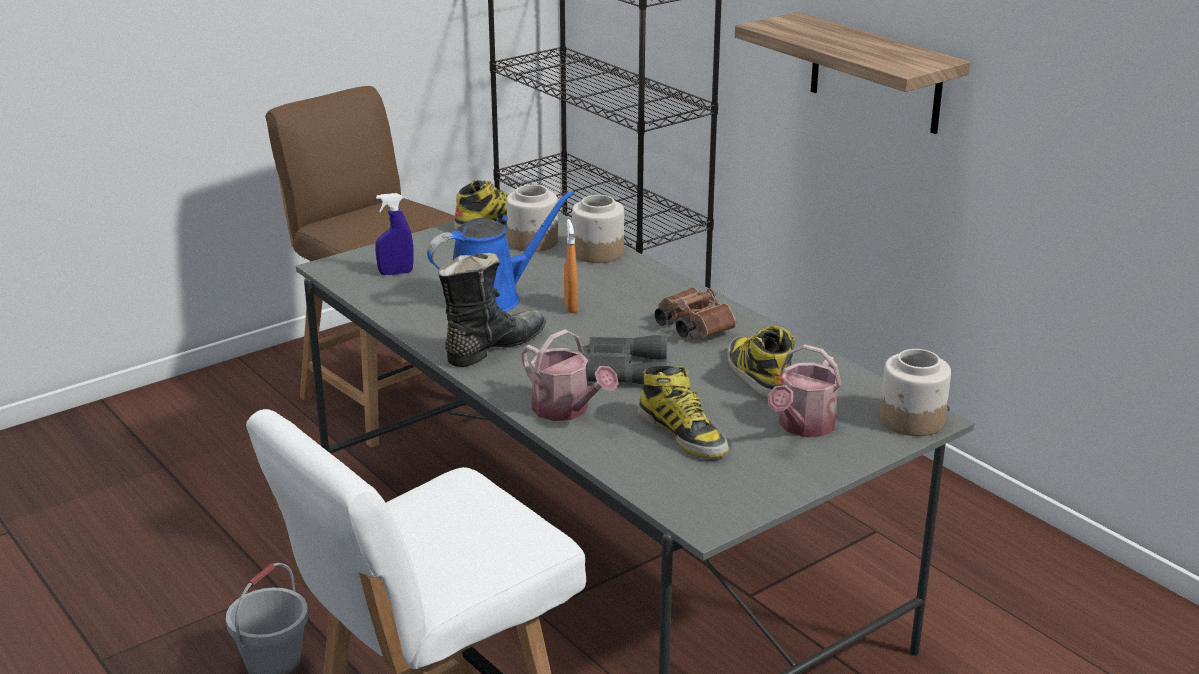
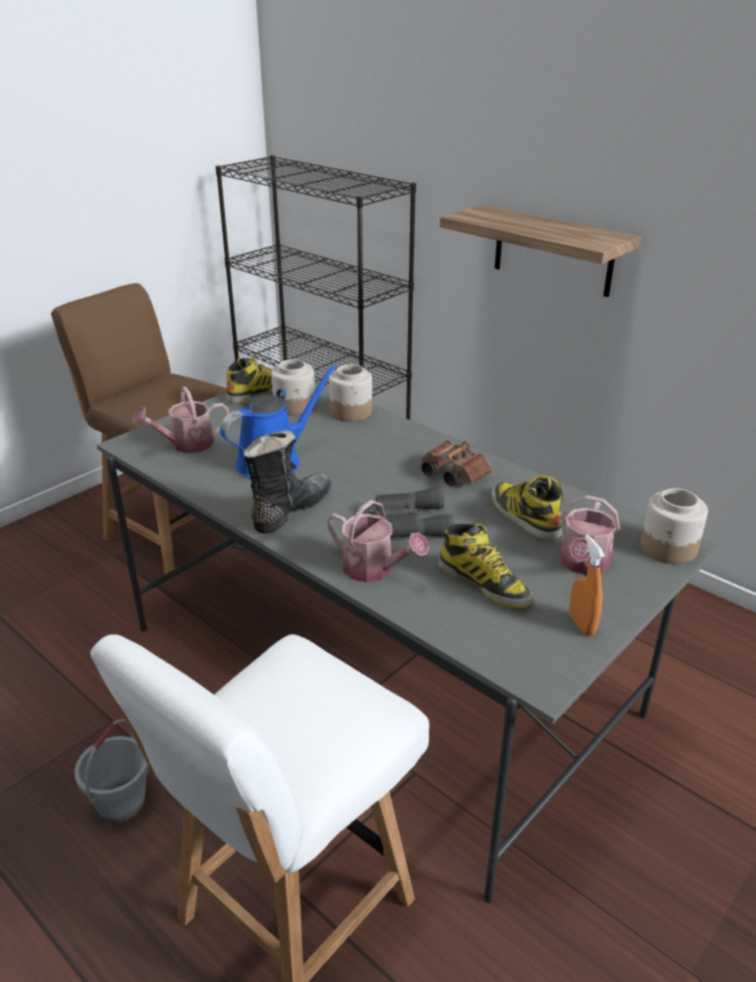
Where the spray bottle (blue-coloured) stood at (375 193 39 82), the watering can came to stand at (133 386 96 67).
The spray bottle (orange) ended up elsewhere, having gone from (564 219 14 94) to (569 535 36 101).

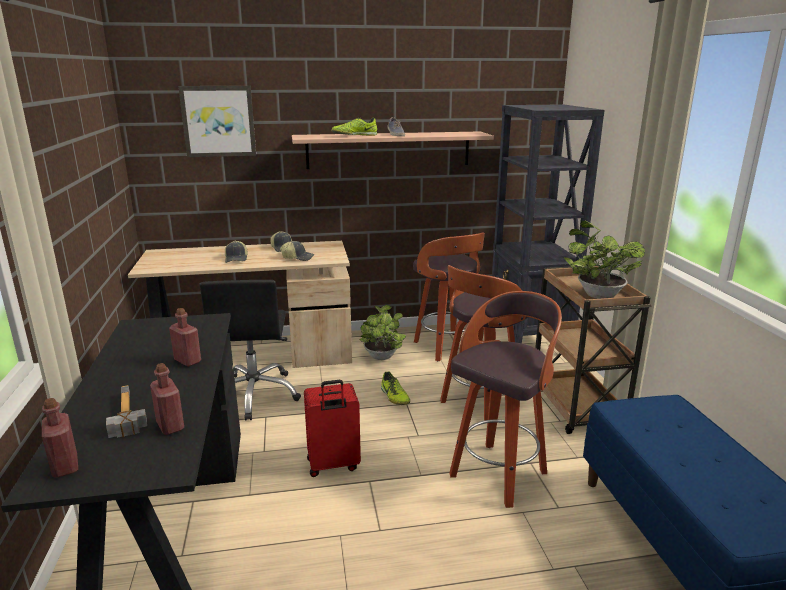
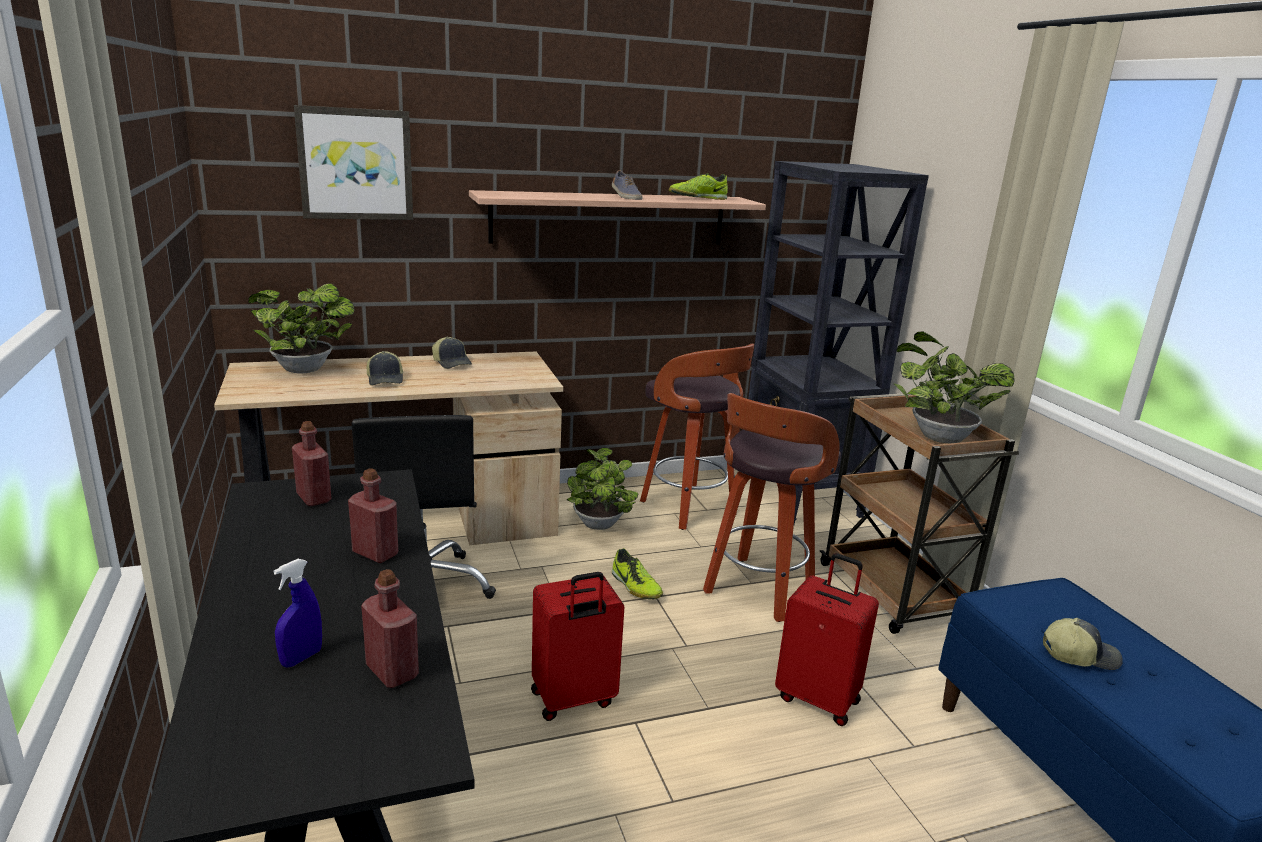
The bottle (red) ended up elsewhere, having gone from (42 398 36 80) to (292 421 40 85).
Where the hand hammer stood at (106 385 41 53), the spray bottle (blue-coloured) came to stand at (273 559 49 108).
The peaked cap ended up elsewhere, having gone from (280 241 35 20) to (1043 618 80 52).
The low shoe ended up elsewhere, having gone from (331 118 46 18) to (669 173 59 27).
Where the sitting stool stood at (450 291 112 217), the piece of luggage (red) came to stand at (775 553 104 173).
The second view gained the houseplant at (248 283 106 91).

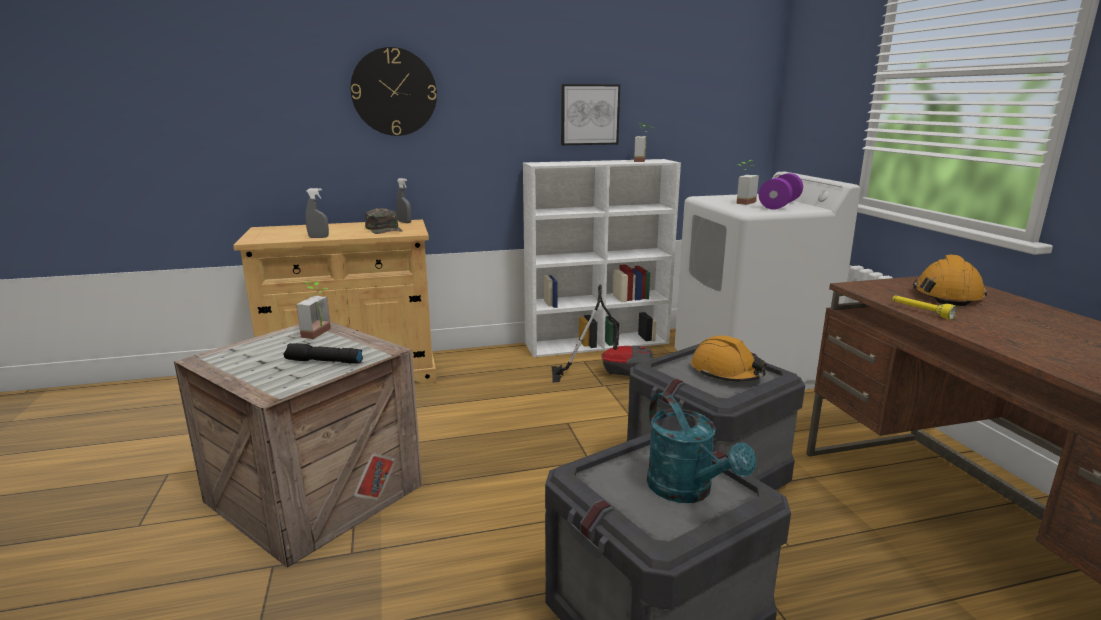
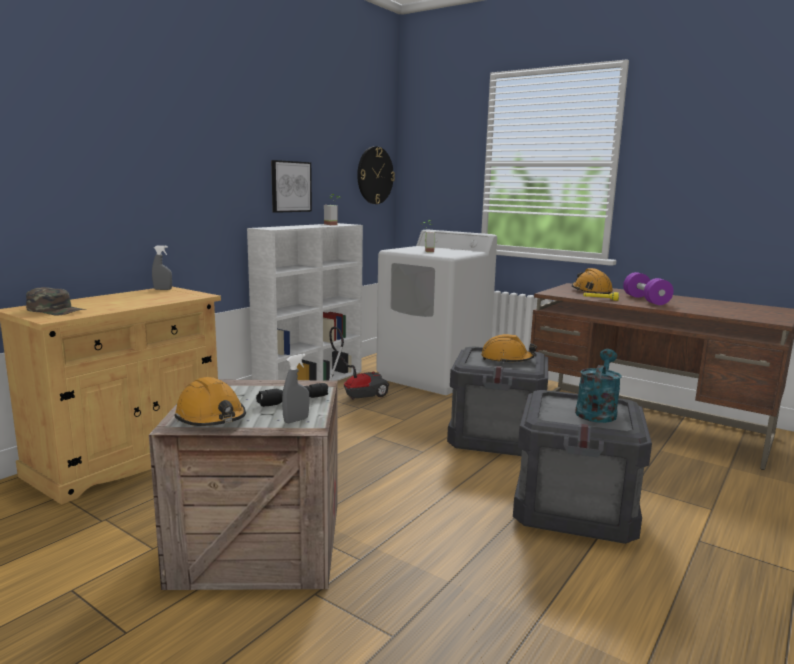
The second view lost the houseplant at (296 282 35 57).
The spray bottle (grey) ended up elsewhere, having gone from (305 188 24 50) to (282 354 28 69).
The clock on the wall ended up elsewhere, having gone from (350 47 87 89) to (357 146 38 58).
The peaked cap (green-coloured) ended up elsewhere, having gone from (365 208 38 26) to (26 287 60 29).
The watering can (blue-green) at (647 392 109 111) ended up facing another way, 90 degrees counterclockwise from before.
The hand weight (purple) ended up elsewhere, having gone from (759 173 44 37) to (623 272 51 33).
The second view gained the work helmet (orange) at (174 377 72 49).

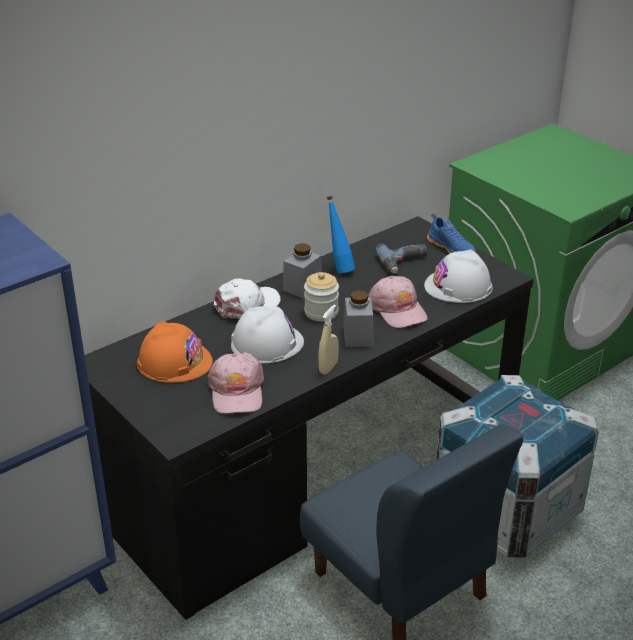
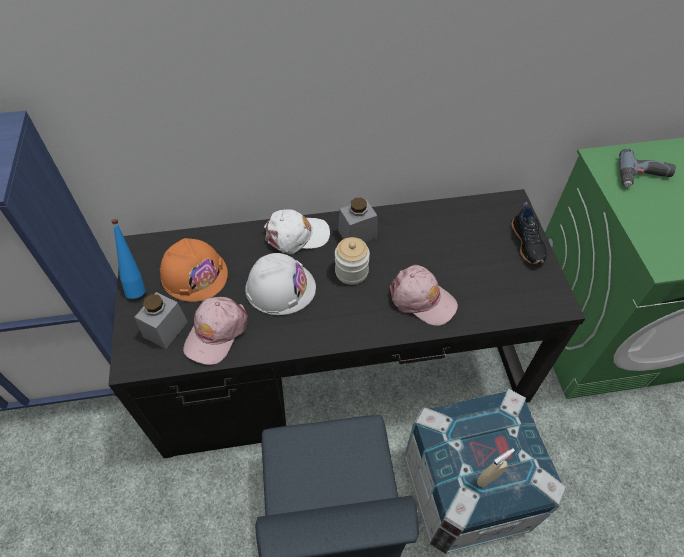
The spray bottle (beige) ended up elsewhere, having gone from (319 304 20 71) to (477 449 38 38).
The bottle (blue-coloured) ended up elsewhere, having gone from (327 196 28 77) to (111 219 34 80).
The preserve jar (grey) ended up elsewhere, having gone from (343 290 30 57) to (134 292 54 57).
The peaked cap (pink) at (368 276 60 52) ended up facing another way, 60 degrees counterclockwise from before.
The electric drill ended up elsewhere, having gone from (375 244 52 30) to (619 149 57 38).
The second view lost the work helmet (white) at (424 249 69 54).
What was the low shoe (blue-coloured) at (427 213 49 41) turned into the low shoe (blackish) at (512 202 35 62).

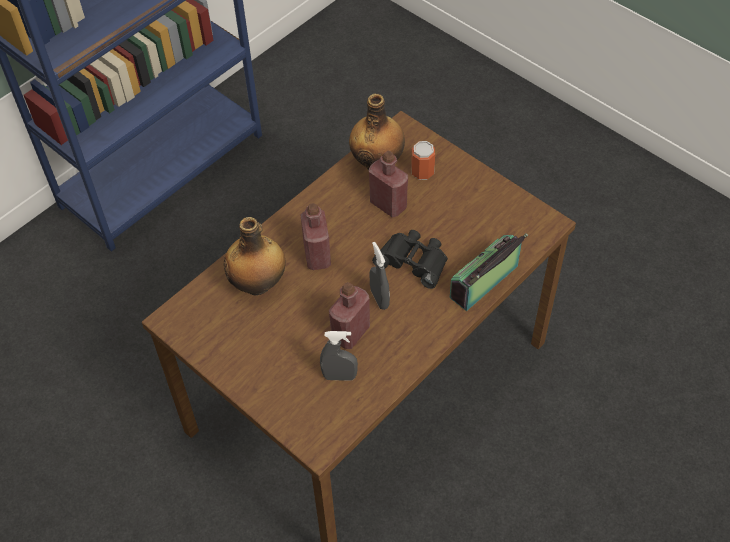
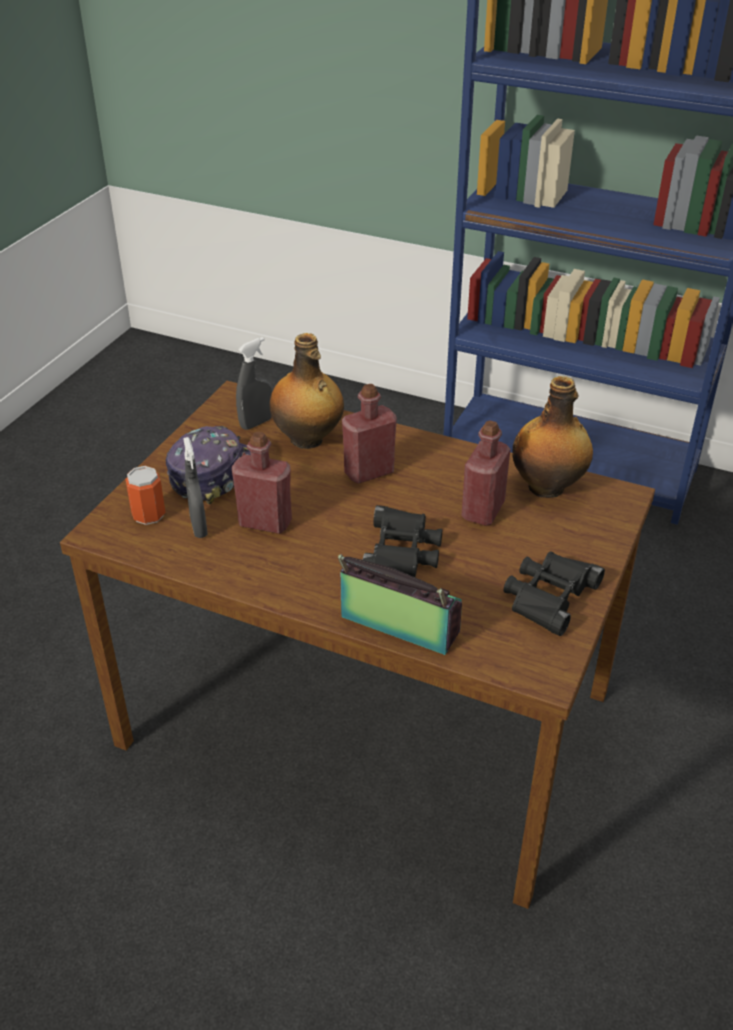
The spray bottle (grey) ended up elsewhere, having gone from (369 242 21 68) to (236 337 36 93).
The metal can ended up elsewhere, having gone from (411 141 24 39) to (125 466 41 59).
The second view gained the peaked cap at (166 426 85 78).
The second view gained the pair of binoculars (blackish) at (503 551 102 85).

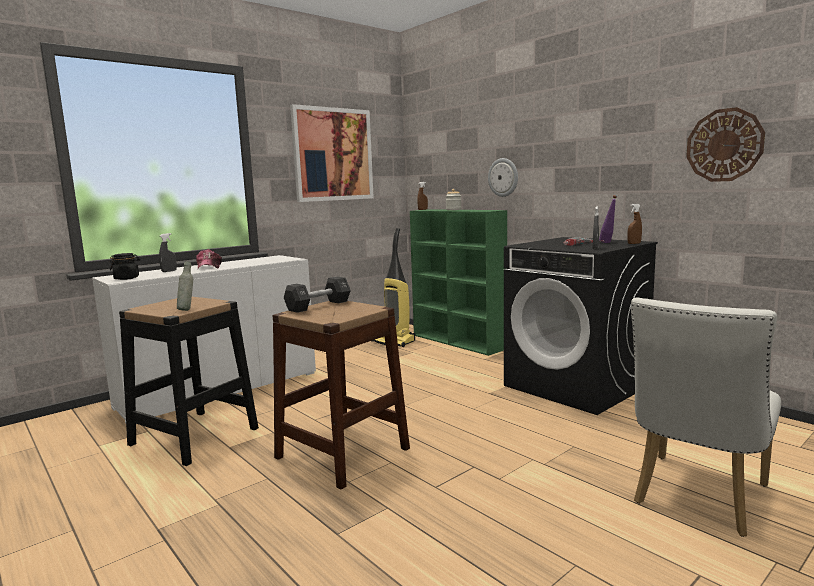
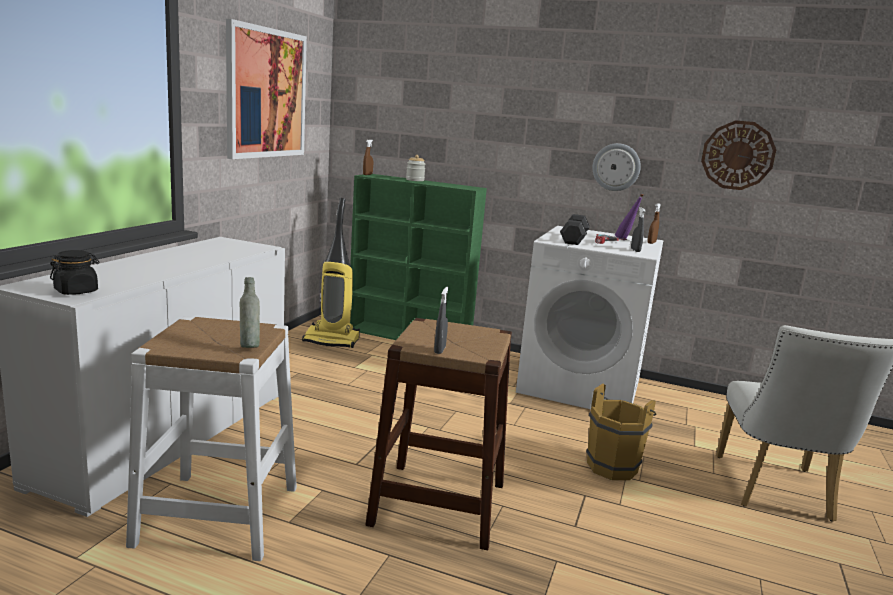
What was the sitting stool (blackish) at (119 297 140 169) turned into the sitting stool (white) at (126 316 171 245).
The spray bottle (grey) ended up elsewhere, having gone from (159 233 18 39) to (434 287 14 67).
The second view lost the peaked cap at (196 249 26 19).
The hand weight (blackish) ended up elsewhere, having gone from (284 276 67 37) to (560 214 30 31).
The clock on the wall ended up elsewhere, having gone from (488 158 30 39) to (592 143 49 48).
What was the washing machine (blackish) at (504 237 154 178) turned into the washing machine (white) at (516 226 148 183).
The second view gained the pail (brown) at (586 383 71 97).

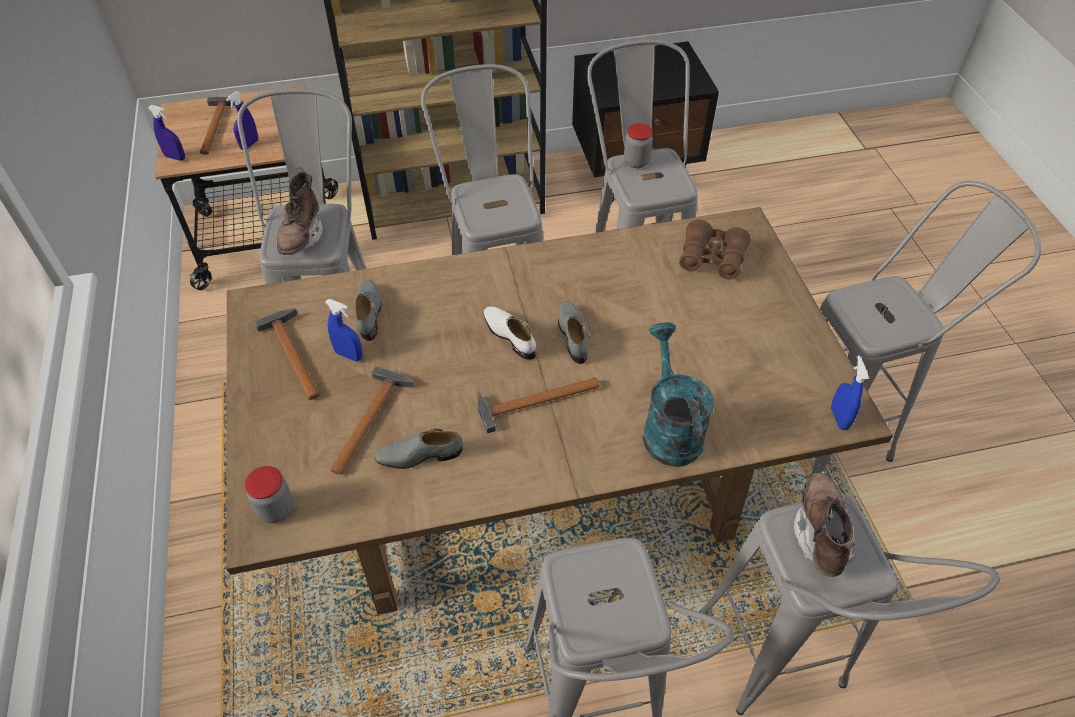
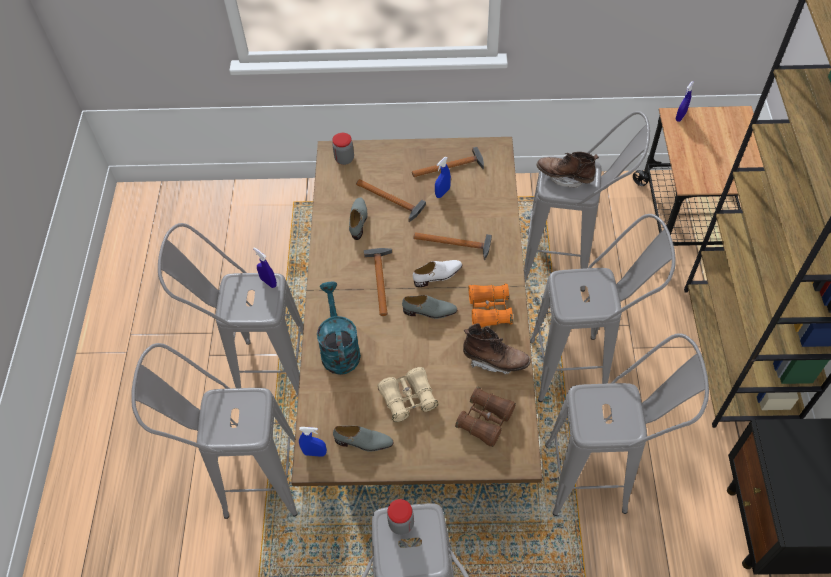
The hand hammer ended up elsewhere, having gone from (200 97 35 58) to (413 232 79 28).
The spray bottle (blue-coloured) ended up elsewhere, having gone from (226 91 32 59) to (253 247 24 41).
The low shoe (grey) ended up elsewhere, having gone from (355 280 27 61) to (333 426 60 26).
The preserve jar ended up elsewhere, having gone from (624 123 29 45) to (387 499 27 36).
The watering can (blue-green) at (643 322 71 145) ended up facing another way, 105 degrees counterclockwise from before.
The boot (brown) ended up elsewhere, having gone from (794 473 61 104) to (463 323 68 52).
The second view gained the pair of binoculars (beige) at (377 367 61 55).
The second view gained the pair of binoculars (orange) at (469 283 44 45).

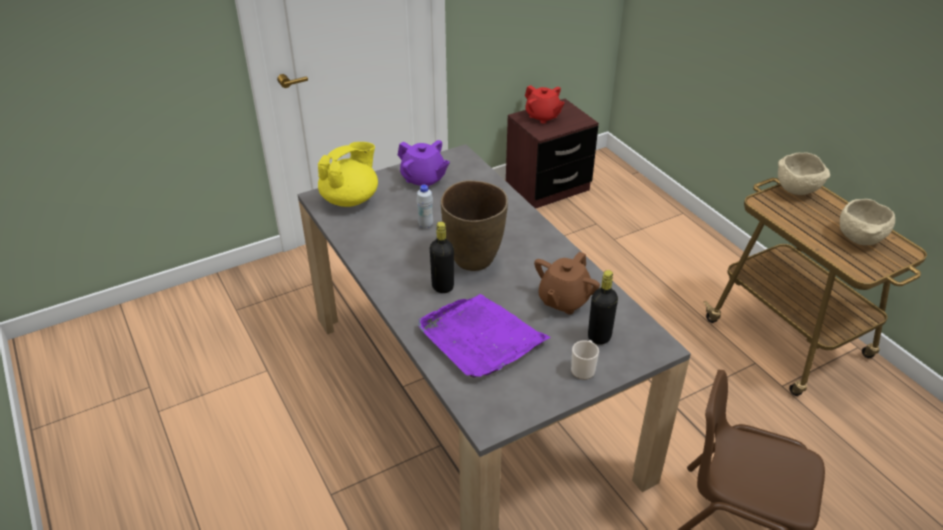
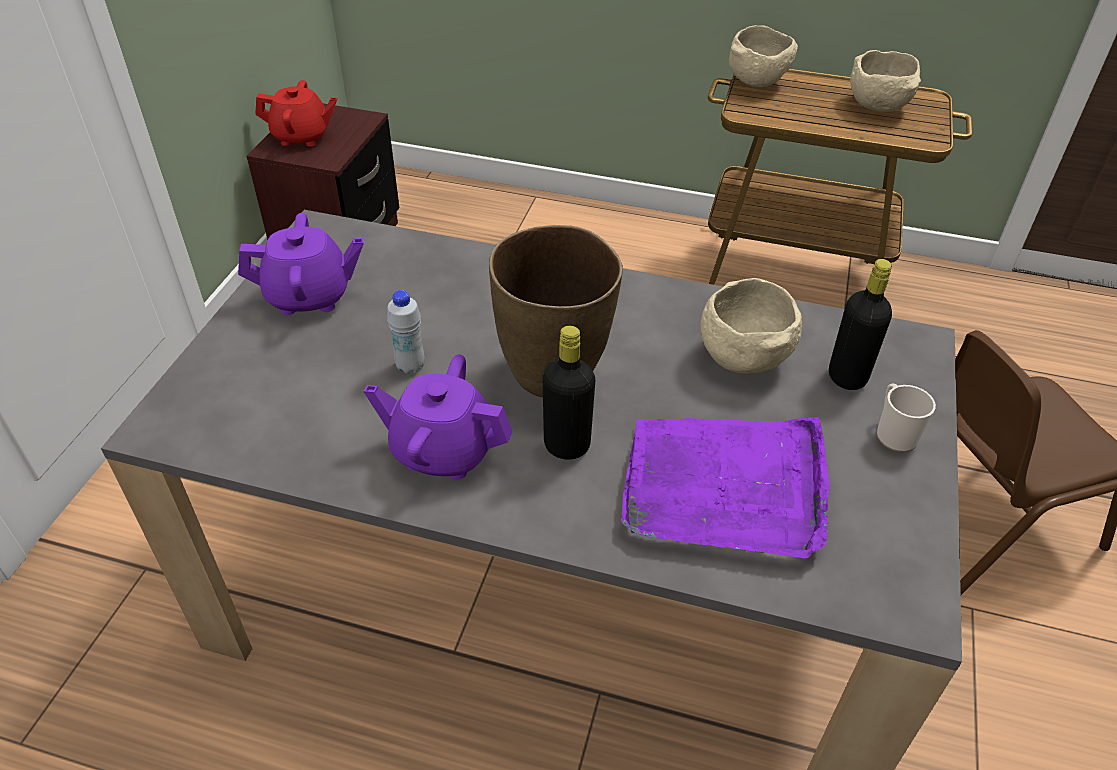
The second view lost the tea pot (yellowish) at (318 142 60 65).
Where the tea pot (brown) stood at (534 251 66 63), the bowl (beige) came to stand at (701 278 101 96).
The second view gained the tea pot (purple) at (364 355 149 125).

